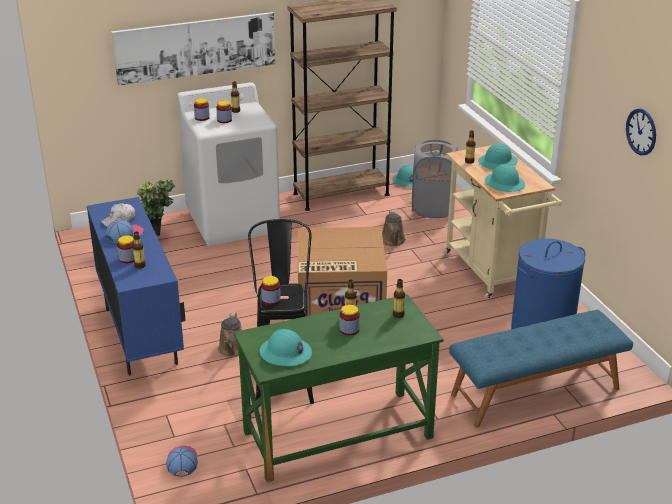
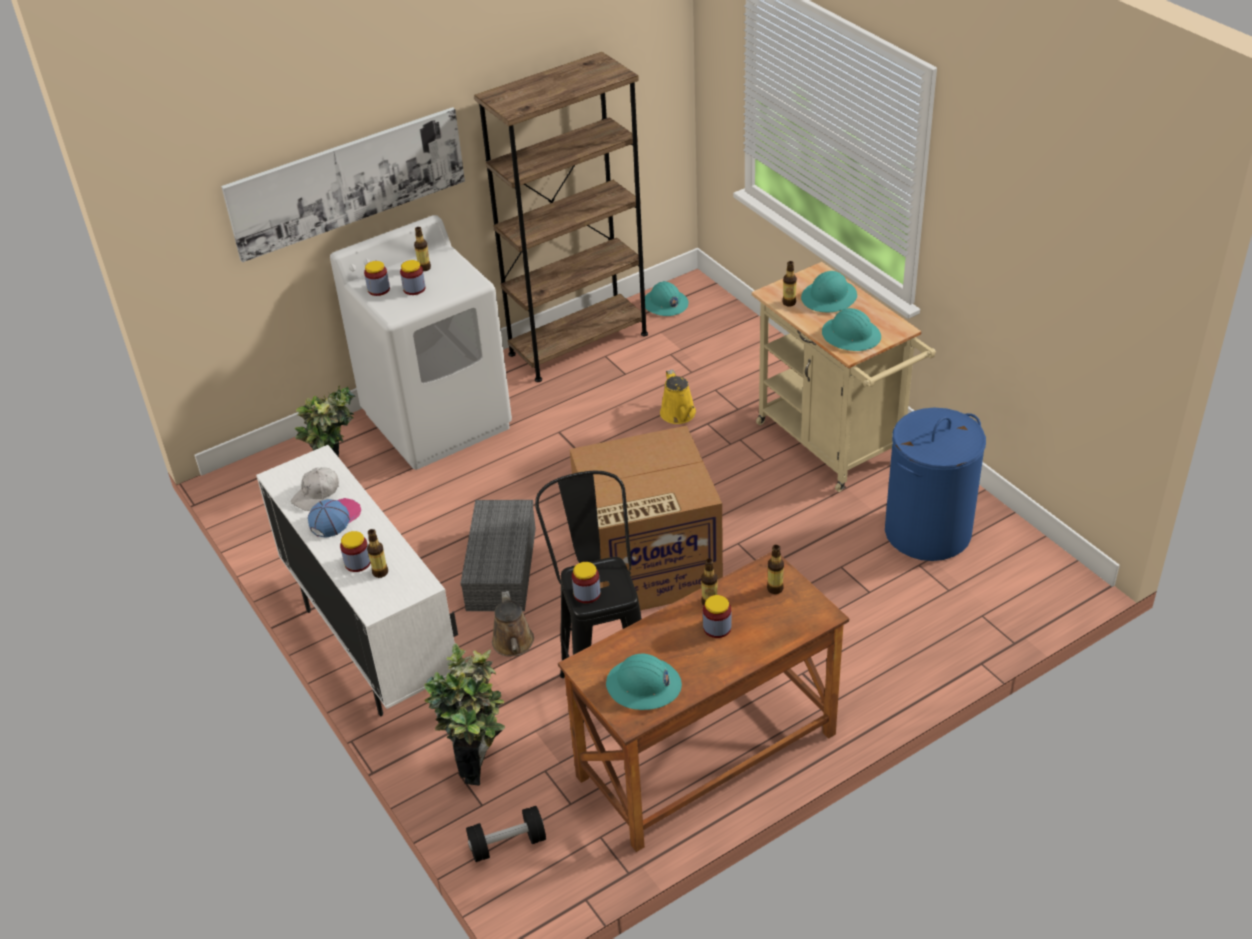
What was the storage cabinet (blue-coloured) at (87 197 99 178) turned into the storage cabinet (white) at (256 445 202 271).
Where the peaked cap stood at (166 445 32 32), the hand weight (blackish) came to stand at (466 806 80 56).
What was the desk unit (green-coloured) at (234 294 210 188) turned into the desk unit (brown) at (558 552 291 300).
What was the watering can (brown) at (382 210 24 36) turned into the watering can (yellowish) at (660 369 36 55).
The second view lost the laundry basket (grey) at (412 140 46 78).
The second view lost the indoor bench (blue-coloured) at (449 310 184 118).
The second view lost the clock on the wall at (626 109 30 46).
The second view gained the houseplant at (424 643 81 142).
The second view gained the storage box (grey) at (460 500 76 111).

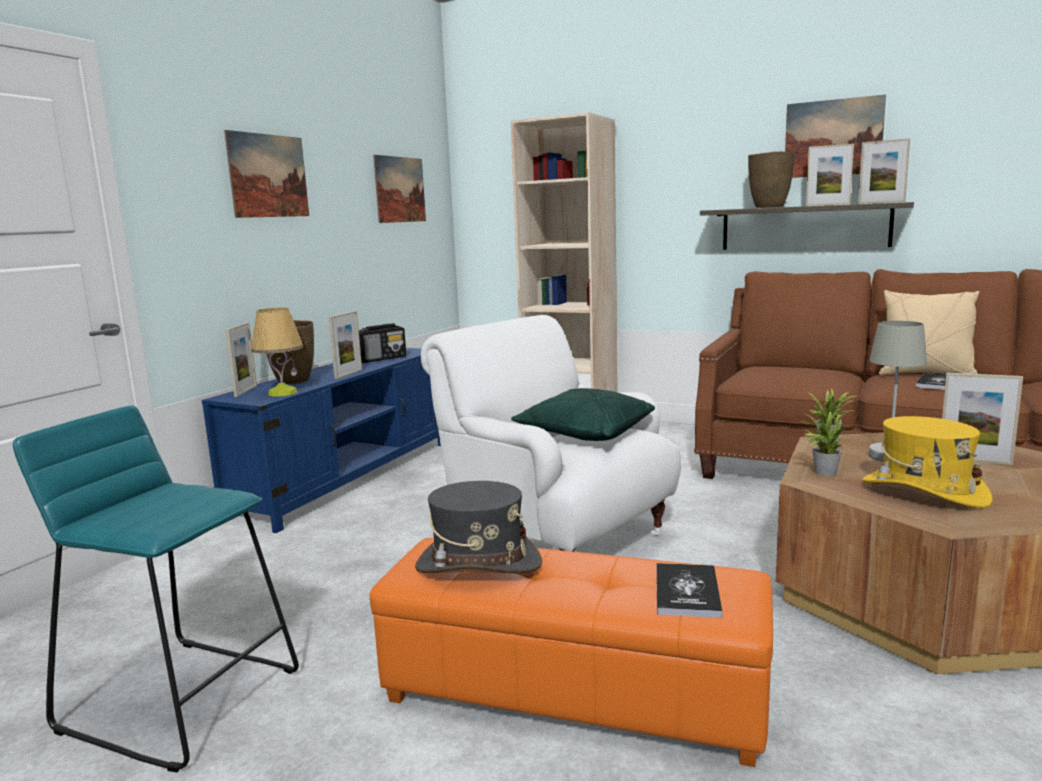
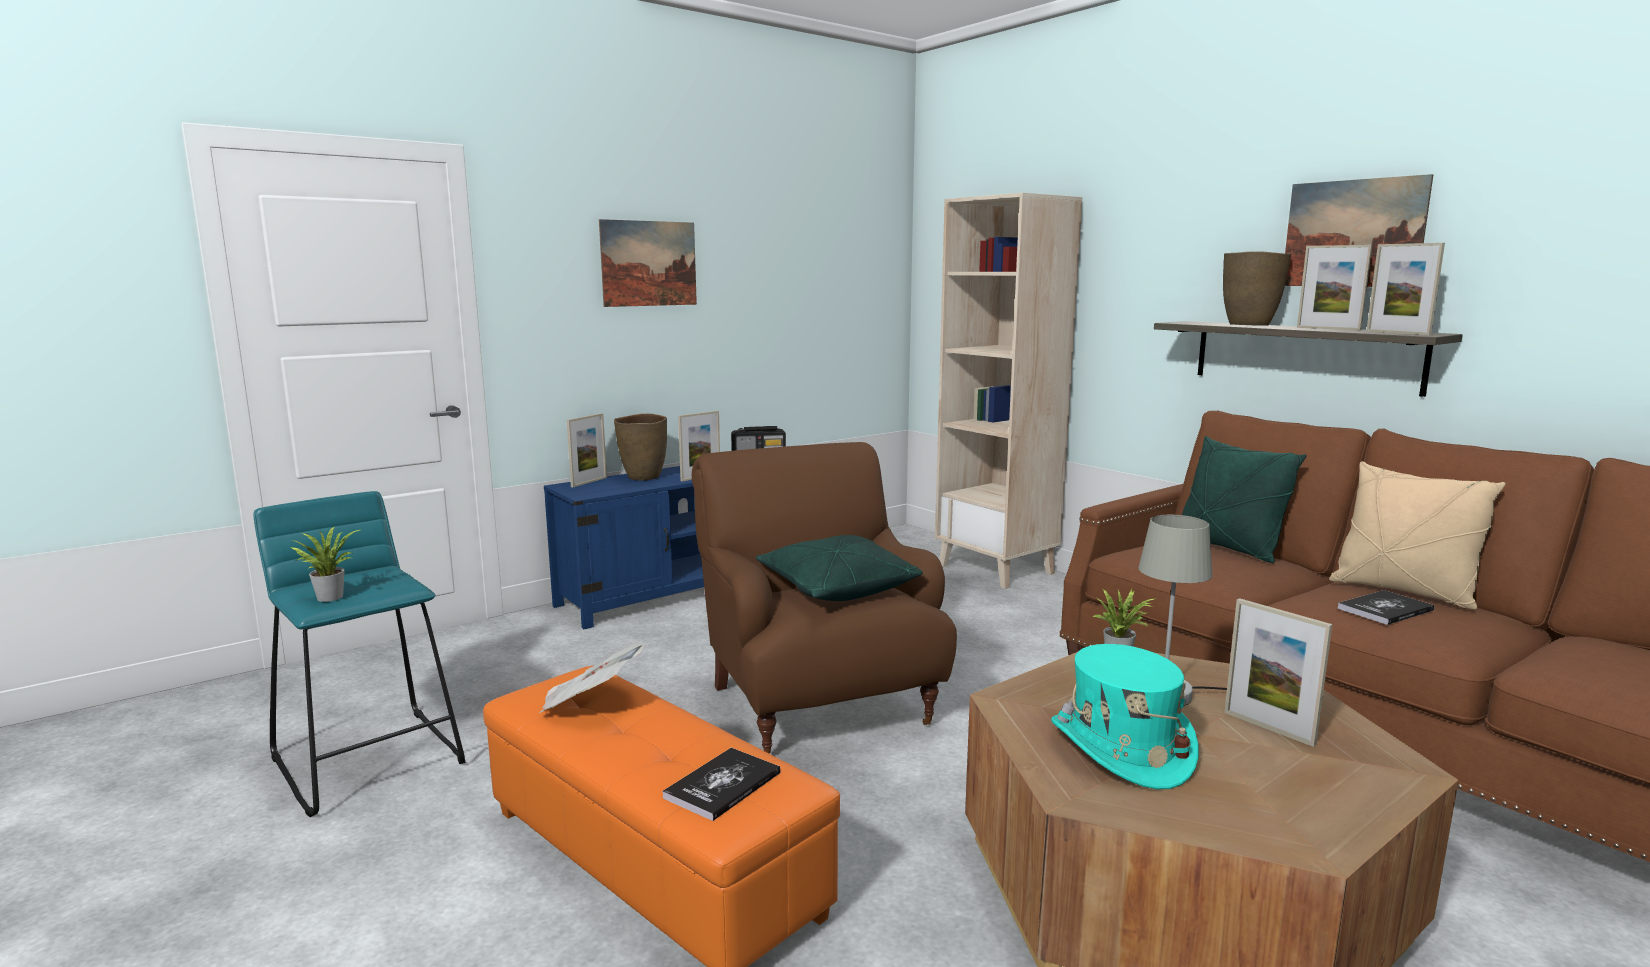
The second view lost the lamp for a table at (251 308 52 88).
The second view lost the wall art at (373 155 53 68).
Where the clothing hat (grey) stood at (415 481 127 92), the newspaper came to stand at (539 641 105 72).
What was the easy chair (white) at (421 315 260 237) turned into the easy chair (brown) at (692 442 265 312).
The houseplant ended up elsewhere, having gone from (799 411 53 65) to (291 526 72 76).
What was the clothing hat (yellowish) at (862 416 130 92) turned into the clothing hat (blue-green) at (1051 644 148 145).
The second view gained the throw pillow (green-coloured) at (1182 436 124 127).

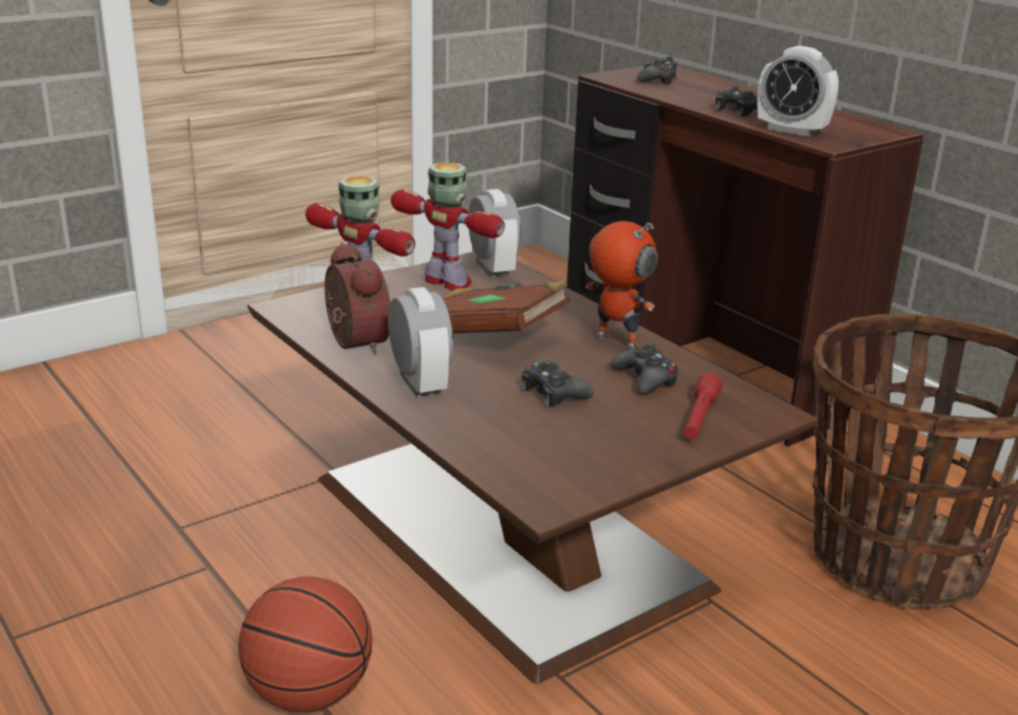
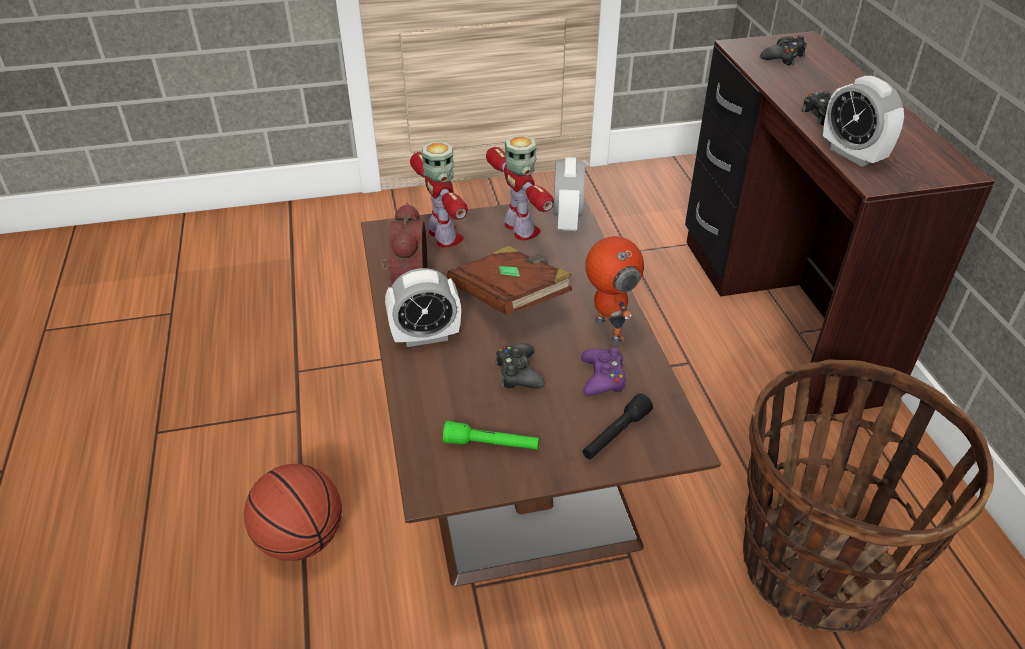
The alarm clock at (388 287 65 110) ended up facing another way, 75 degrees clockwise from before.
What was the game controller (blackish) at (610 342 68 52) turned into the game controller (purple) at (581 347 45 49).
What was the hand torch (red) at (684 373 38 66) turned into the hand torch (blackish) at (583 394 70 65).
The second view gained the hand torch (green-coloured) at (443 421 96 29).

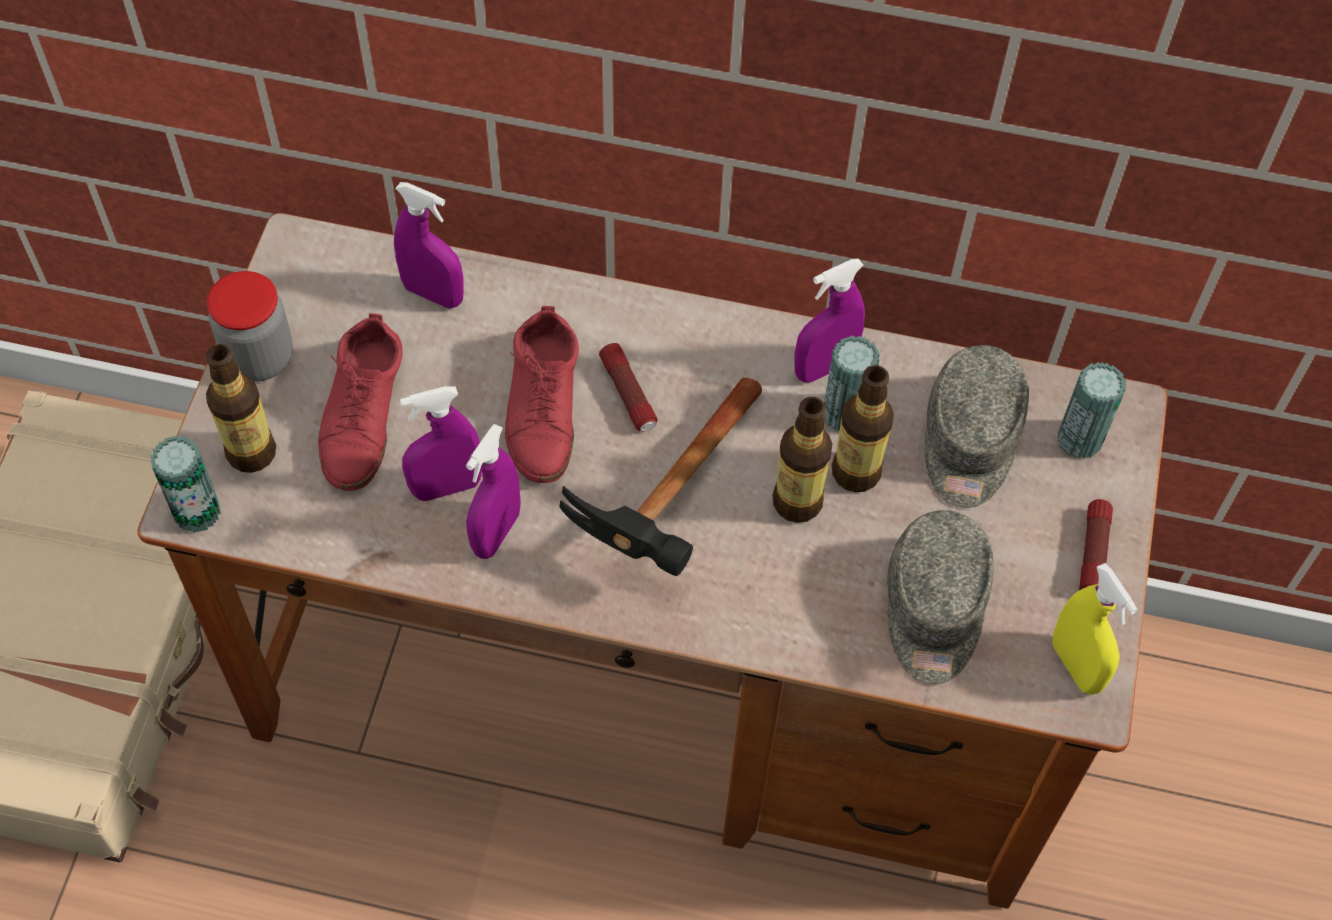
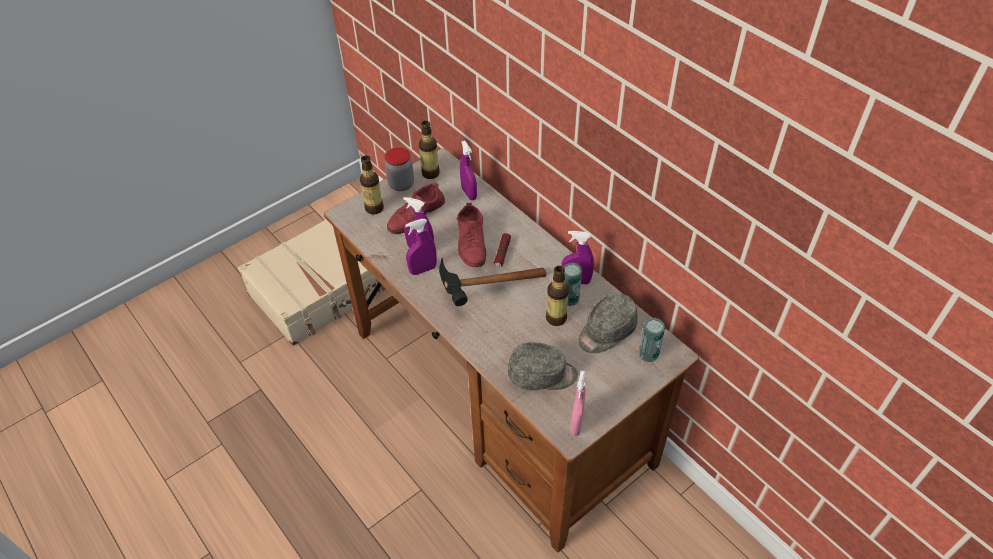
The second view lost the metal can at (150 436 71 97).
The low shoe (red) at (505 306 74 177) ended up facing another way, 45 degrees counterclockwise from before.
The bottle ended up elsewhere, having gone from (773 397 59 126) to (419 121 21 58).
The peaked cap (grey) at (887 510 107 174) ended up facing another way, 135 degrees counterclockwise from before.
What was the spray bottle (yellowish) at (1052 563 86 132) turned into the spray bottle (pink) at (570 371 16 65).
The second view lost the hand torch at (1079 499 34 91).

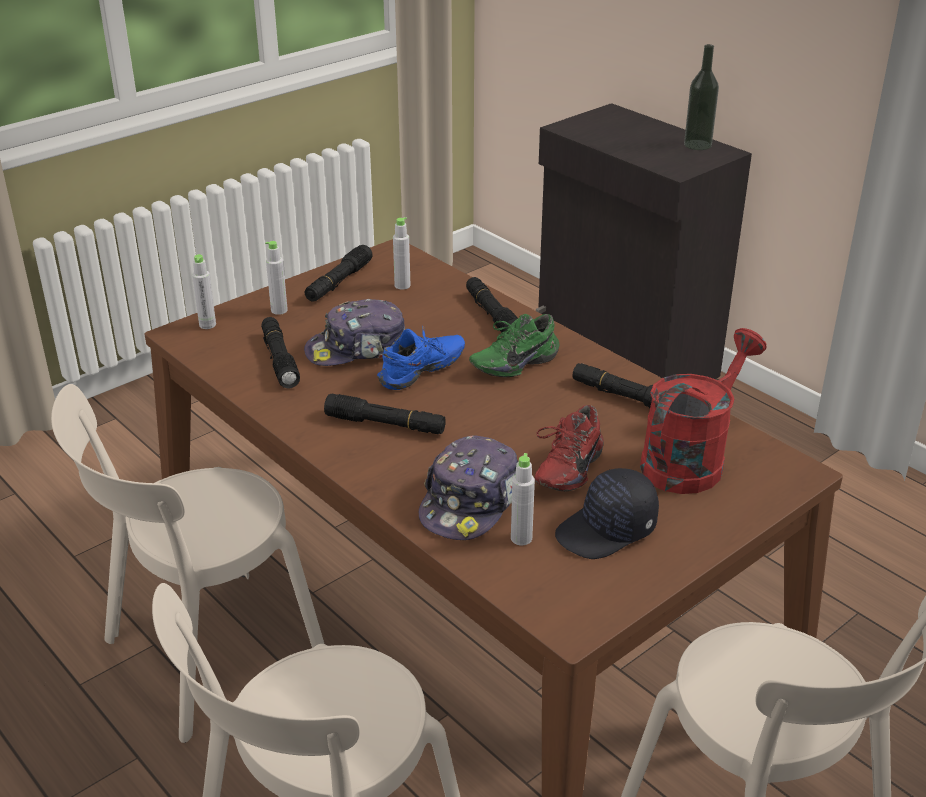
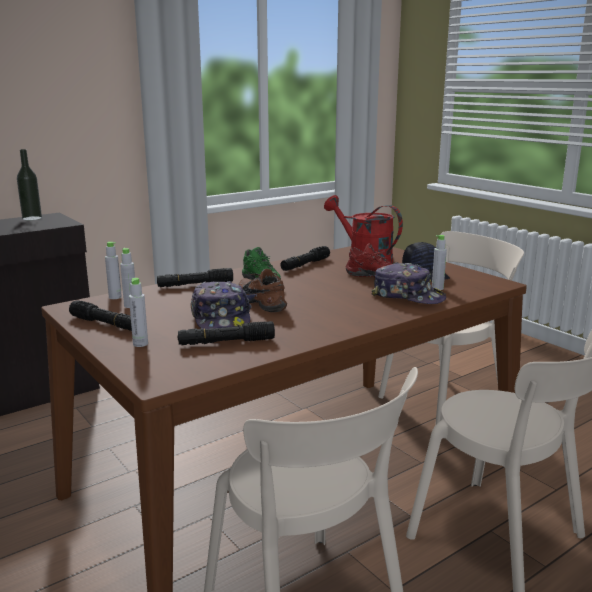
The bottle (grey) ended up elsewhere, having gone from (192 254 24 75) to (105 242 17 57).
The second view lost the hand torch (blackish) at (324 394 122 40).
What was the low shoe (blue-coloured) at (377 326 88 64) turned into the low shoe (brown) at (238 269 49 43).

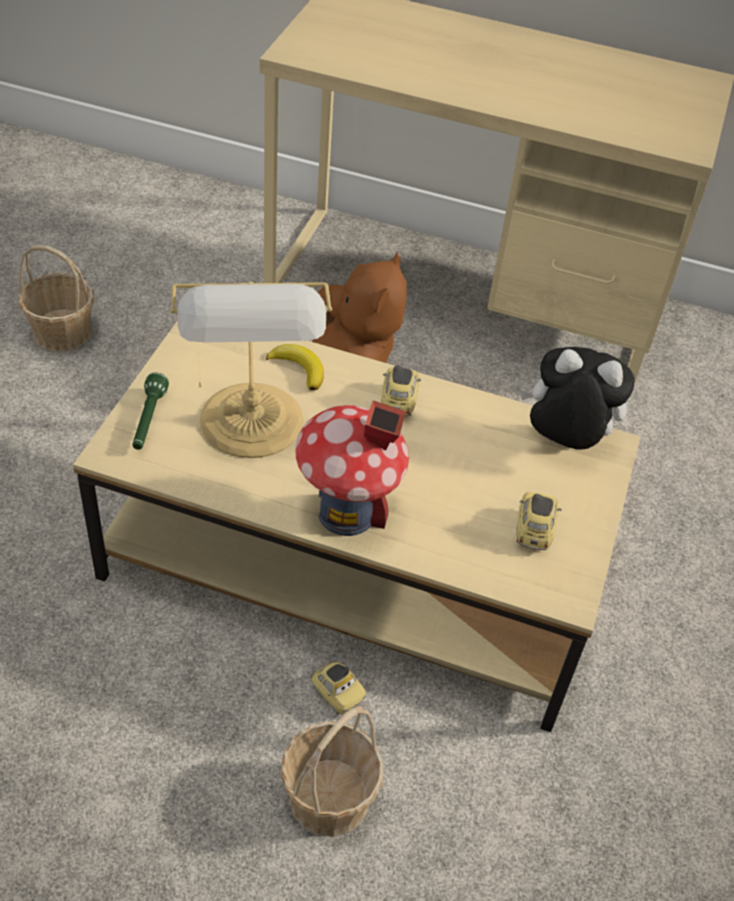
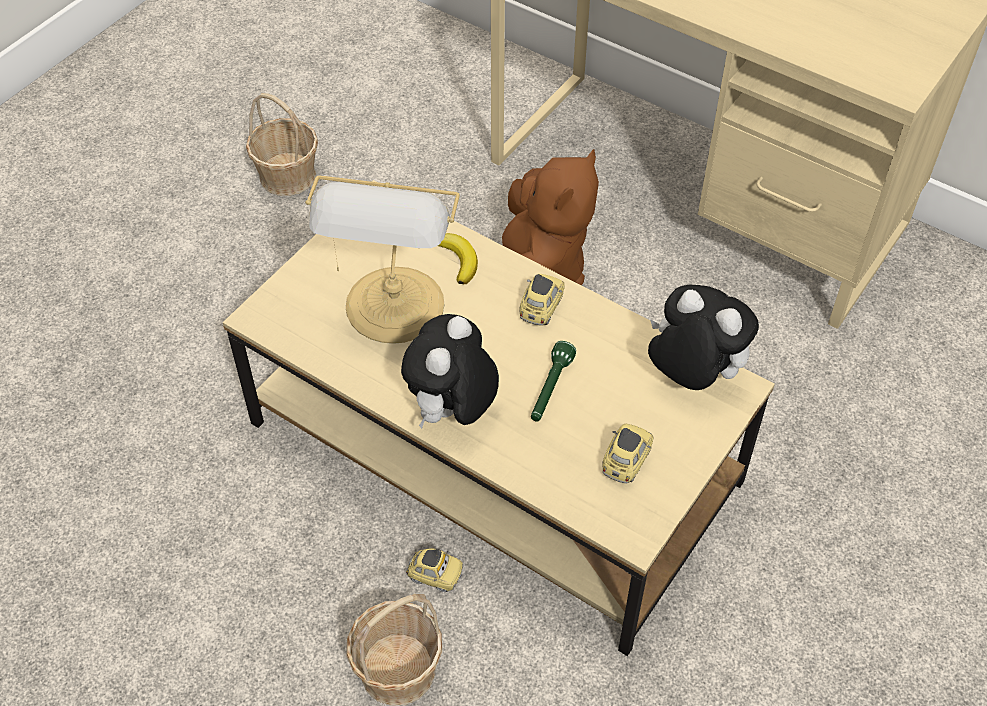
The hand torch (green-coloured) ended up elsewhere, having gone from (132 373 37 77) to (531 341 45 80).
Where the miniature house stood at (295 400 114 136), the cuddly toy came to stand at (401 314 98 115).
The miniature car at (310 662 56 53) ended up facing another way, 45 degrees counterclockwise from before.

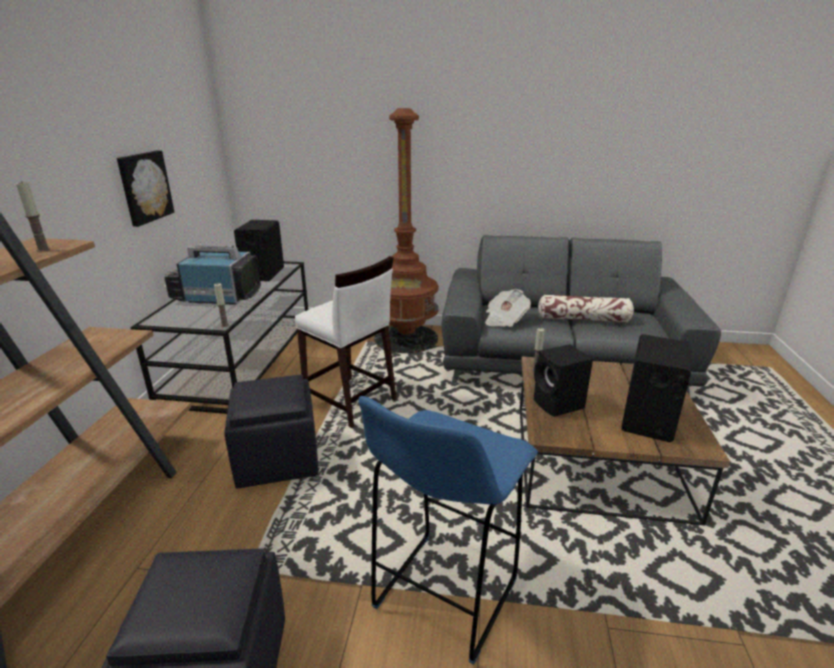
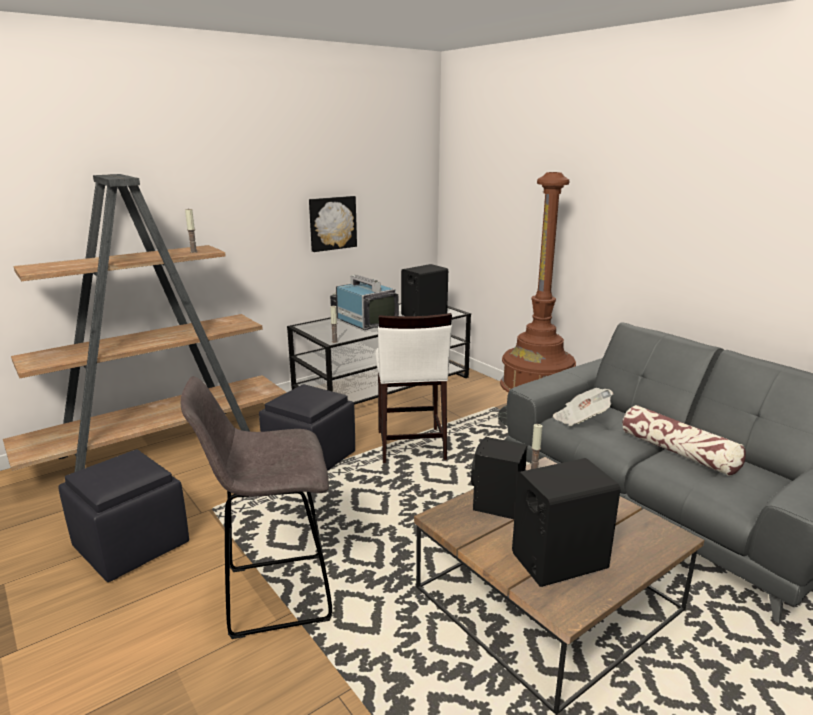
What was the sitting stool (blue-coloured) at (359 396 179 269) turned into the sitting stool (grey) at (181 376 151 263).

